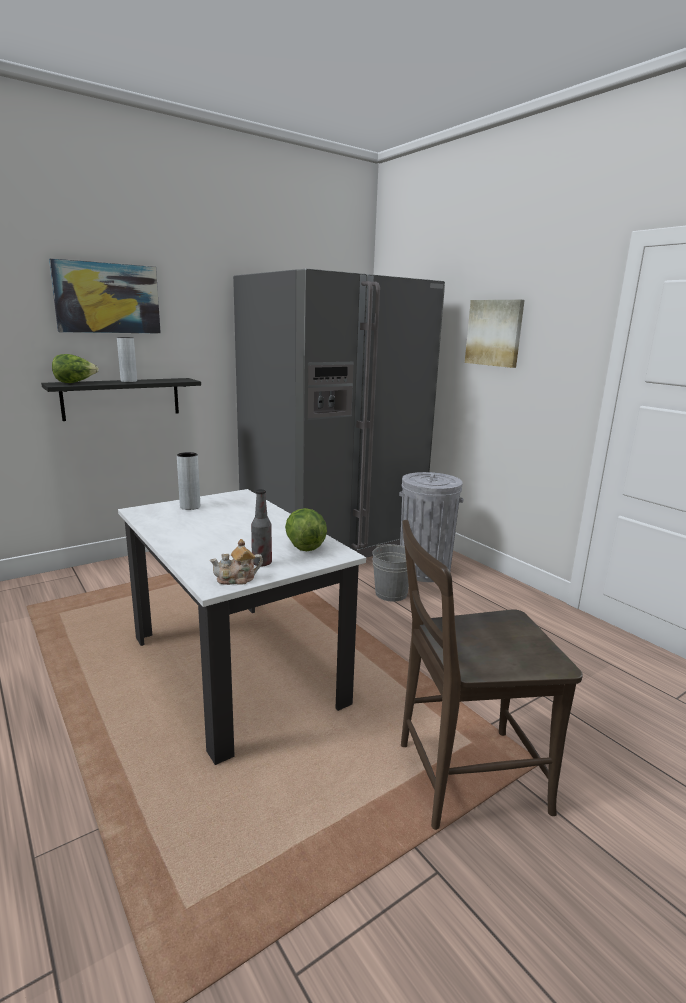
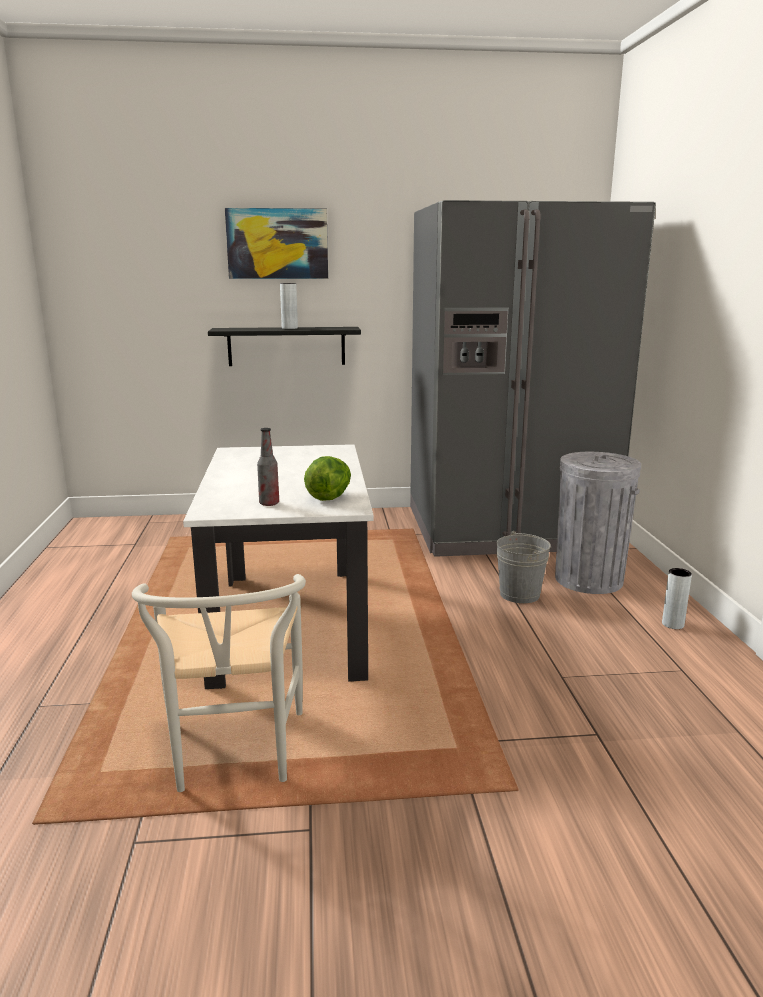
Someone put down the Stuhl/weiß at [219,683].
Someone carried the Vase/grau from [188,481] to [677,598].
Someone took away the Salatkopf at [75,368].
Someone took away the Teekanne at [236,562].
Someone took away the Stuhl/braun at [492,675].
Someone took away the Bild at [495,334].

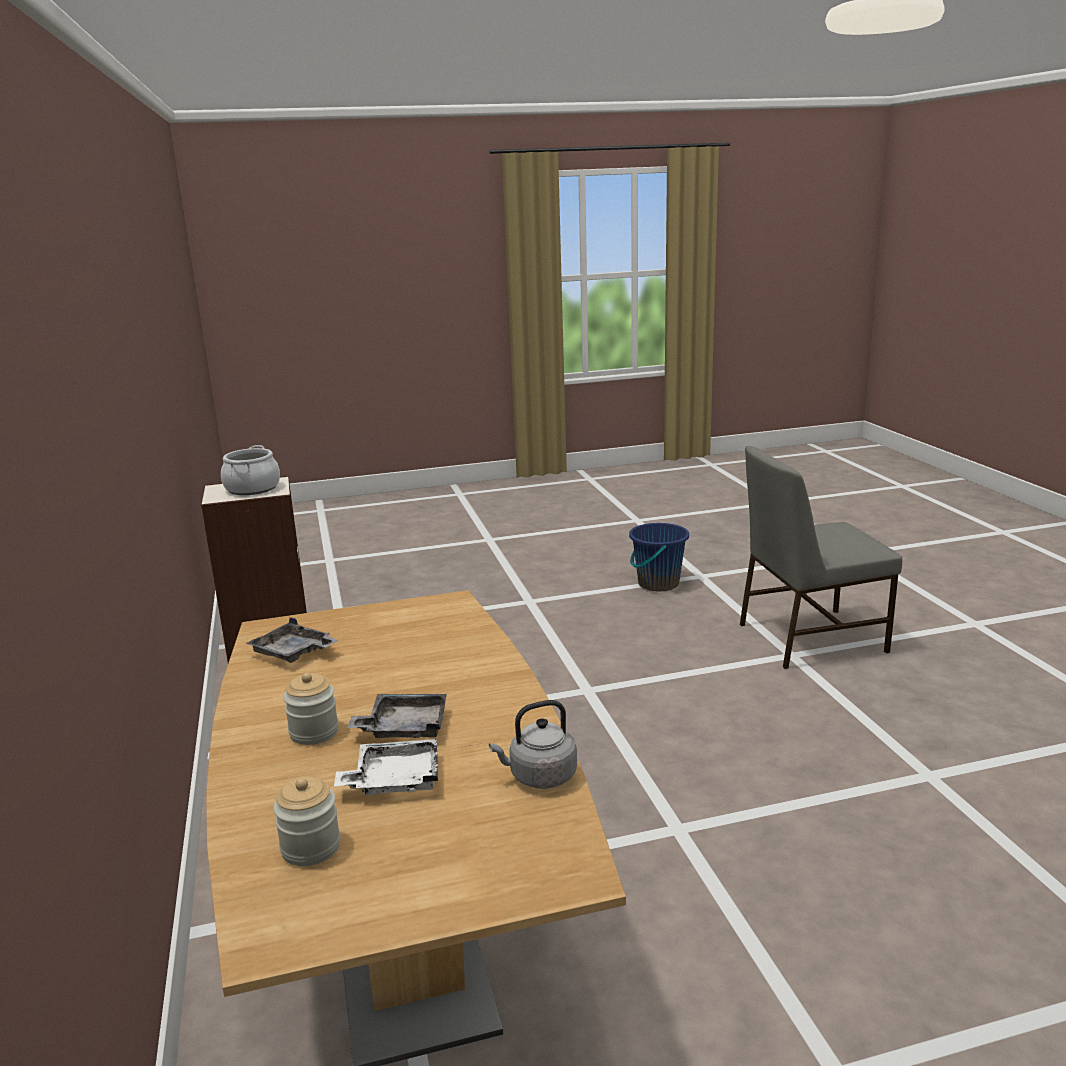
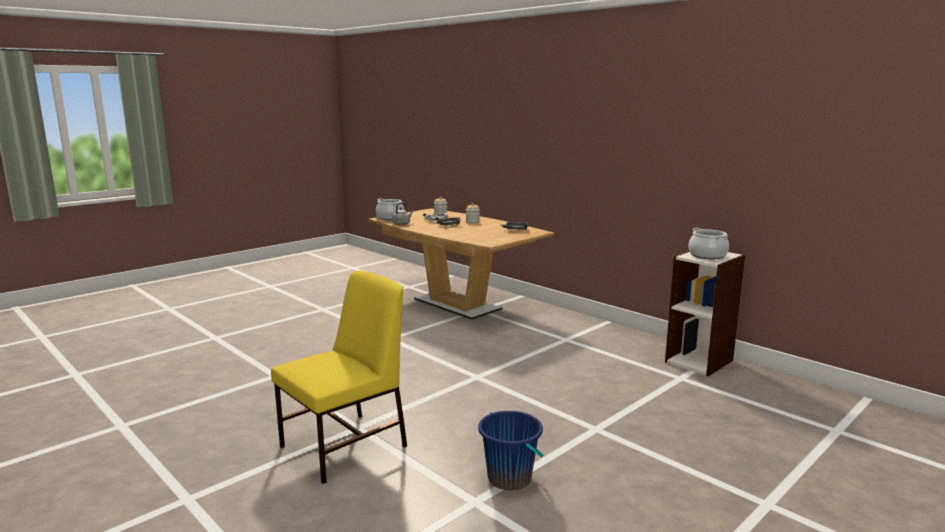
Someone repainted the Stuhl/grau at [821,557], which became the Stuhl/gelb at [339,377].
Someone put down the Kochtopf at [390,209].

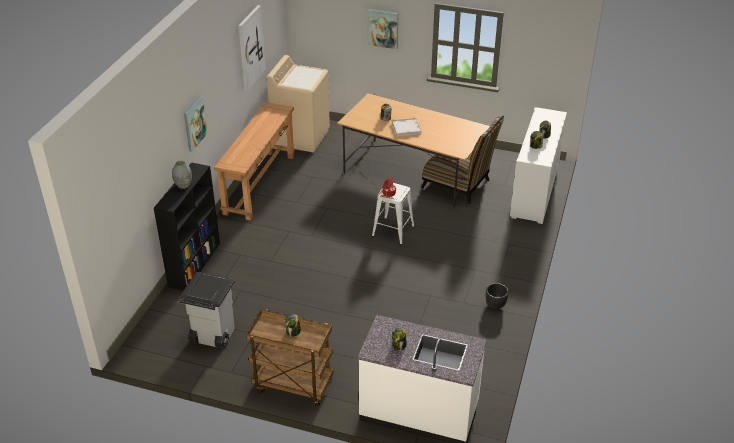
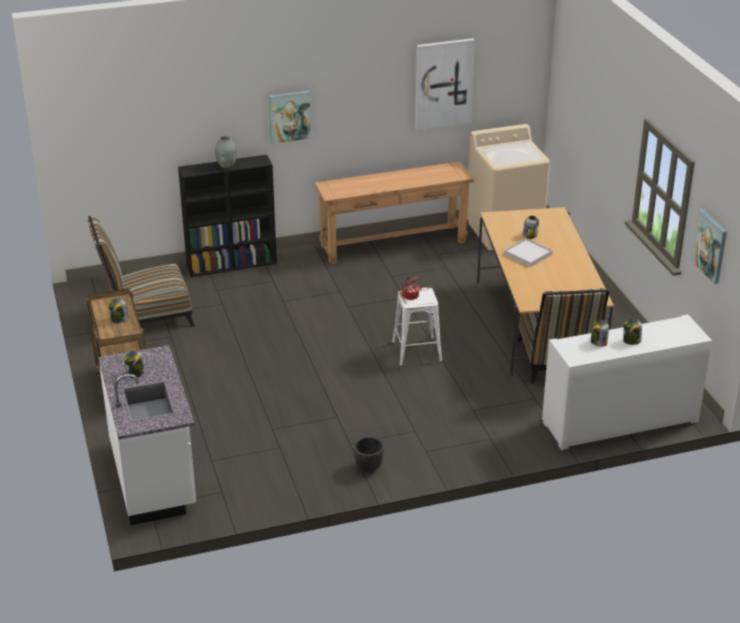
Someone swapped the Mülleimer/grau at [207,310] for the Stuhl at [141,271].
Someone carried the Bild from [383,29] to [709,246].

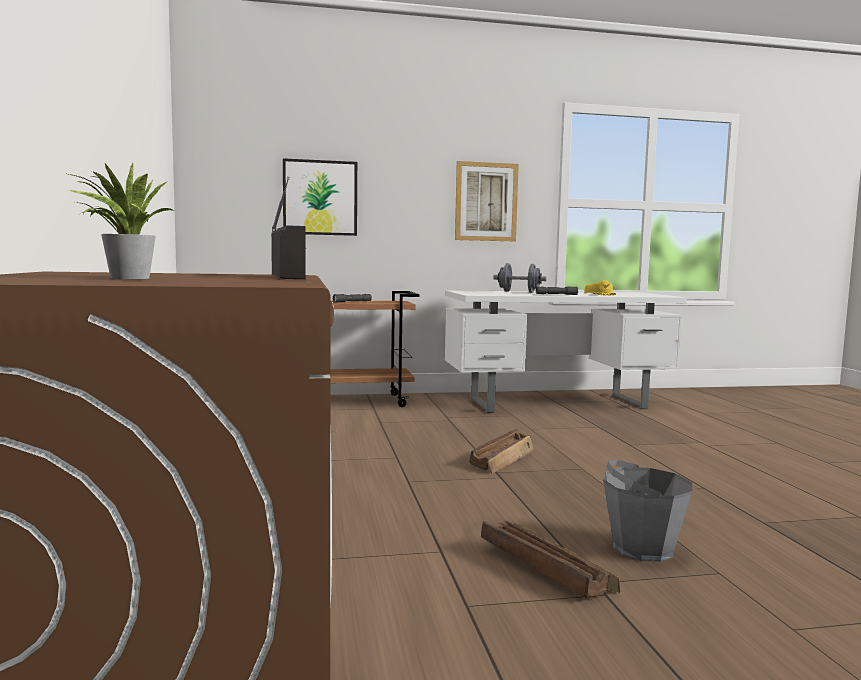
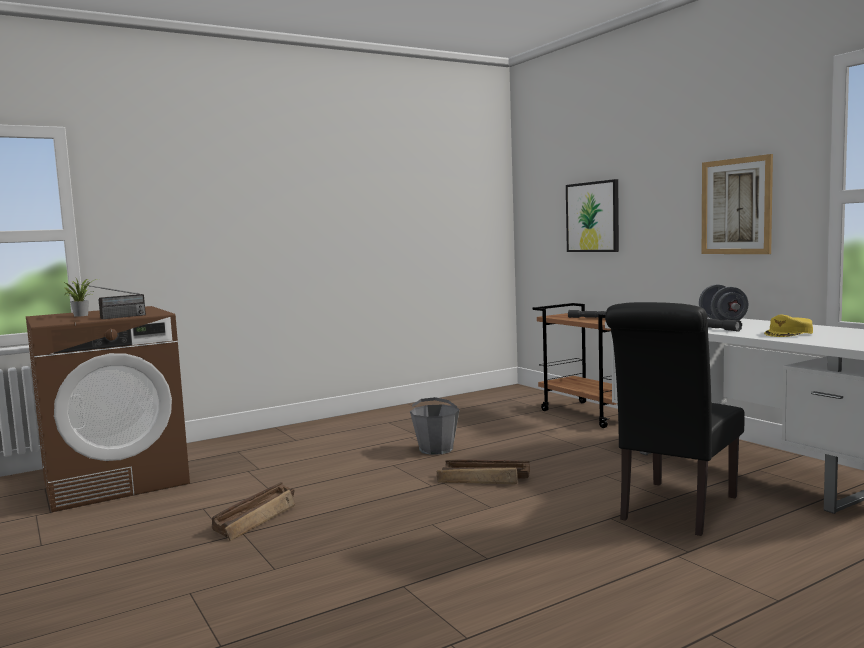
Someone carried the Eimer/grau from [647,511] to [435,426].
Someone put down the Stuhl/schwarz at [675,419].

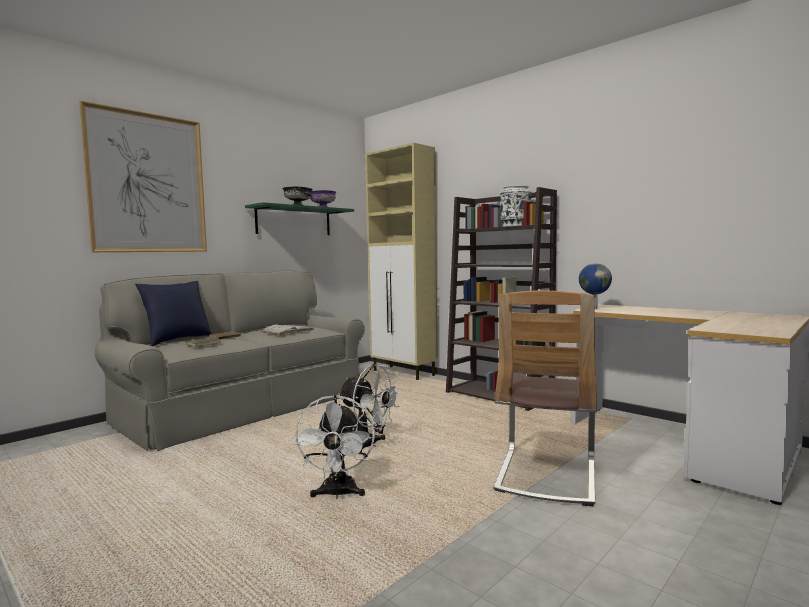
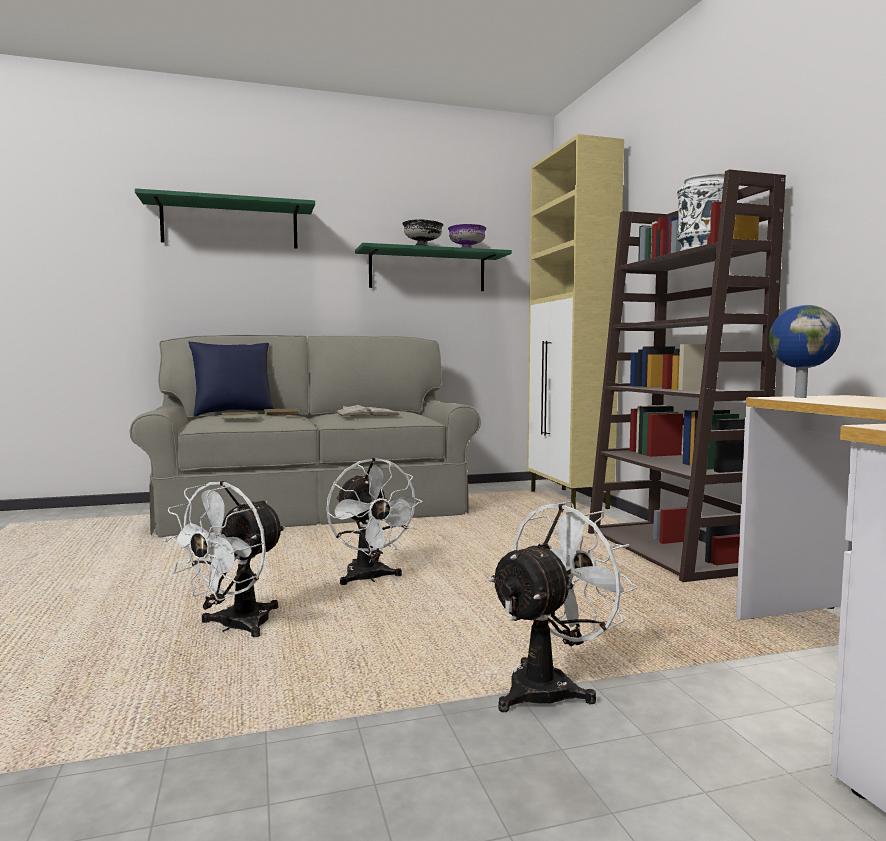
Someone swapped the Bild at [143,176] for the Wandregal/grün at [225,218].
Someone swapped the Stuhl at [545,398] for the Ventilator/weiß at [563,606].

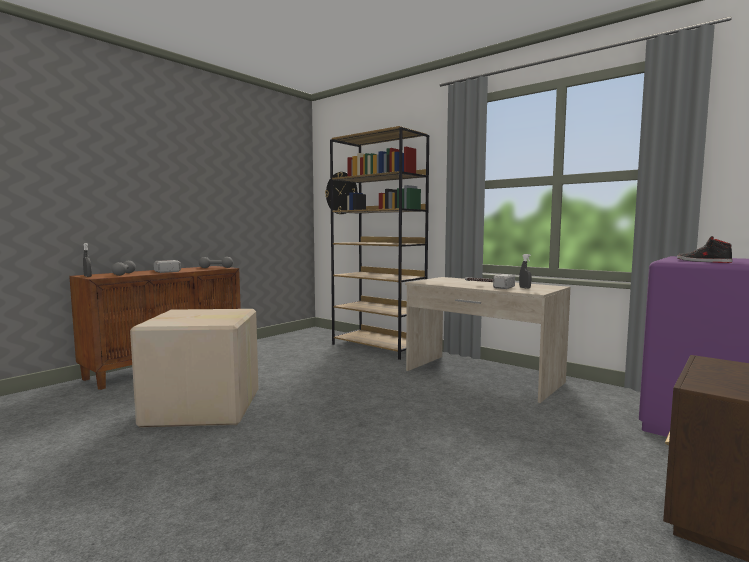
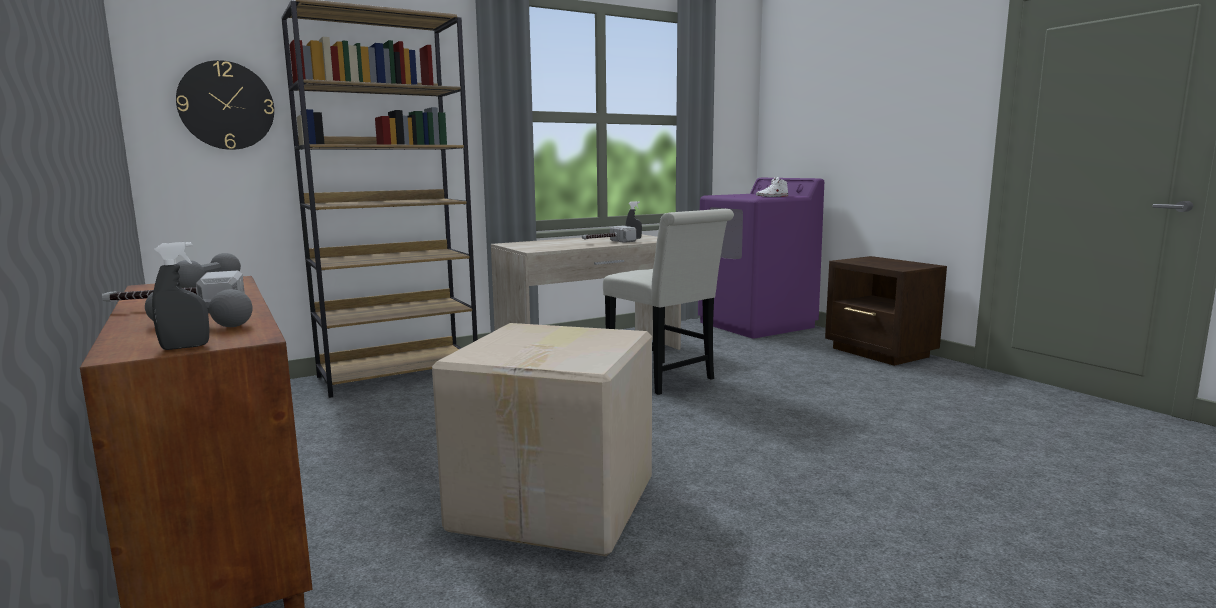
Someone put down the Stuhl/weiß at [668,302].
Someone repainted the Schuh/schwarz at [705,249], which became the Schuh/weiß at [772,187].

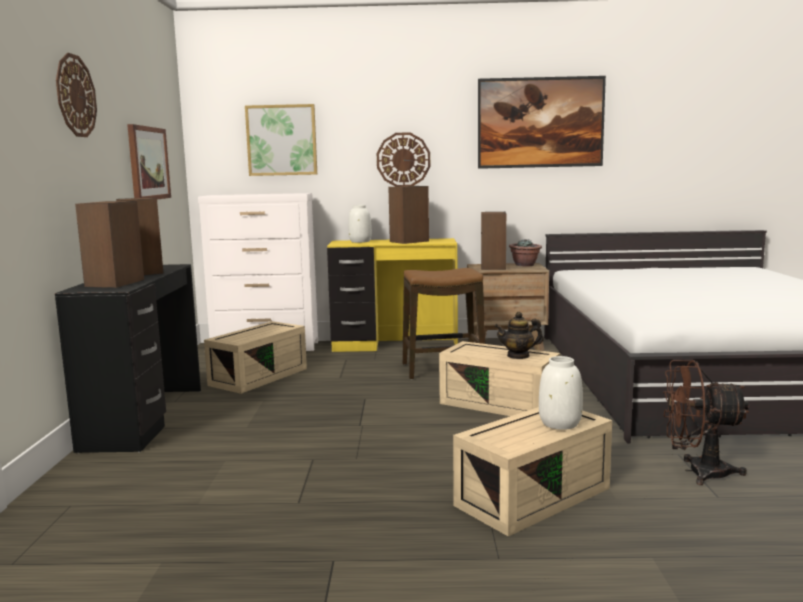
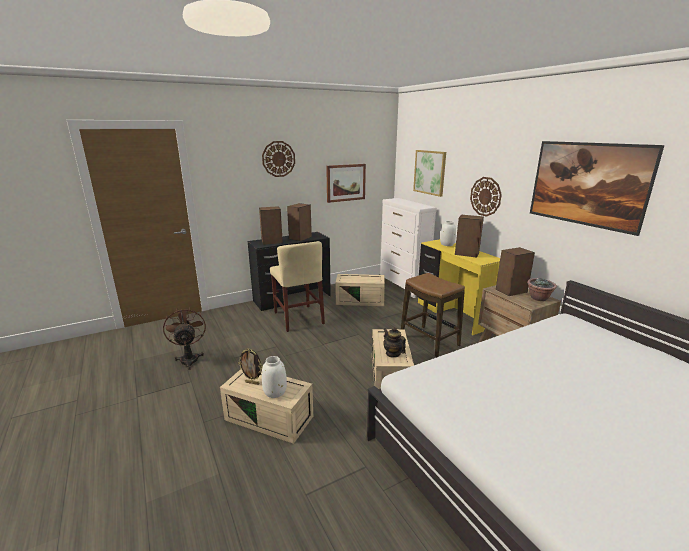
Someone carried the Ventilator/braun from [706,422] to [184,338].
Someone put down the Bilderrahmen at [250,366].
Someone put down the Stuhl/beige at [297,286].

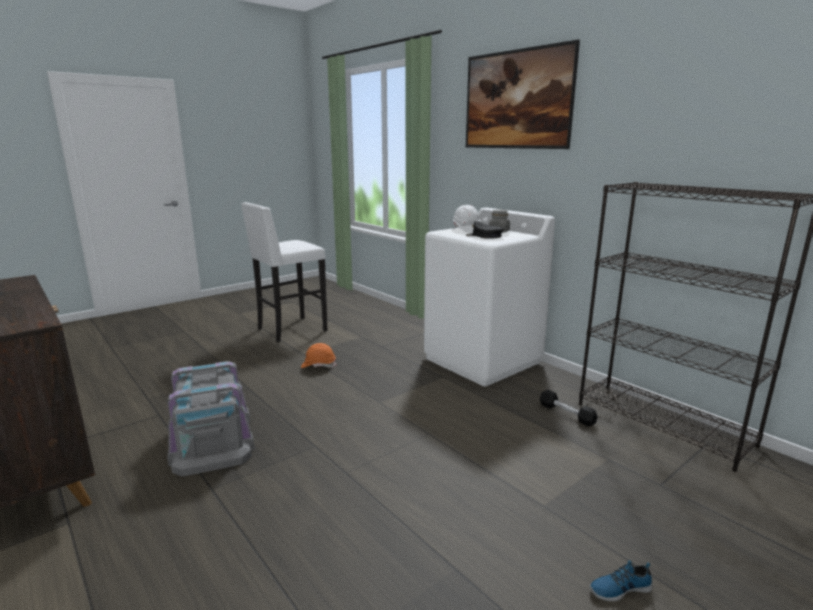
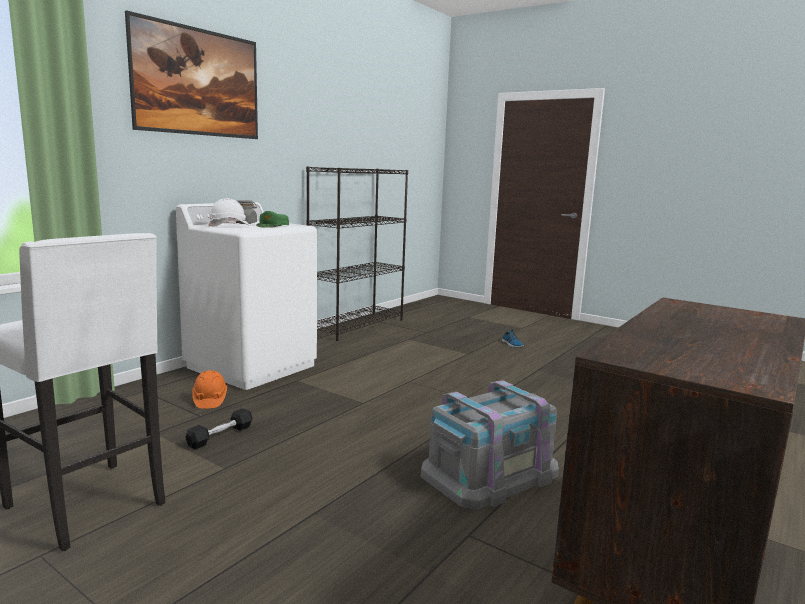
Someone carried the Hantel/schwarz from [569,408] to [219,429].
Someone carried the Schutzhelm/orange from [319,355] to [209,389].
Someone repainted the Kappe/schwarz at [484,230], which became the Kappe/grün at [272,219].

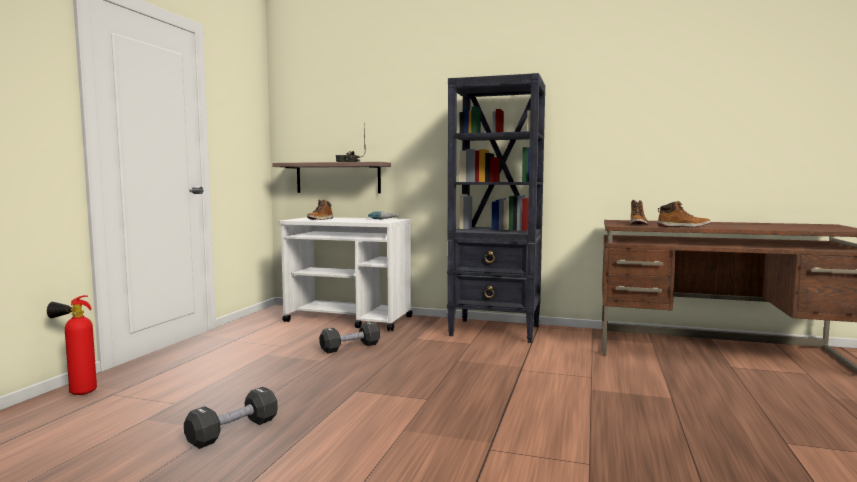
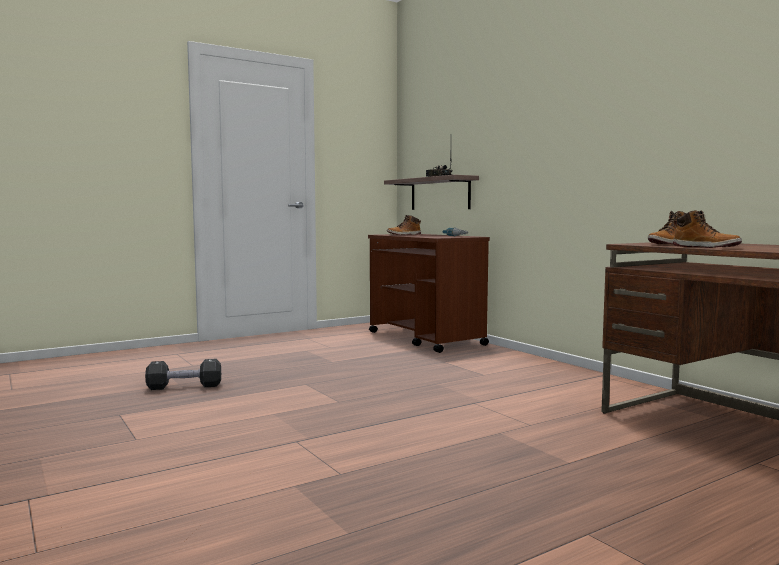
Someone repainted the Rollwagen/weiß at [345,274], which became the Rollwagen/braun at [429,293].
Someone took away the Feuerlöscher at [72,345].
Someone took away the Hantel/schwarz at [349,337].
Someone took away the Bücherregal/schwarz at [496,208].

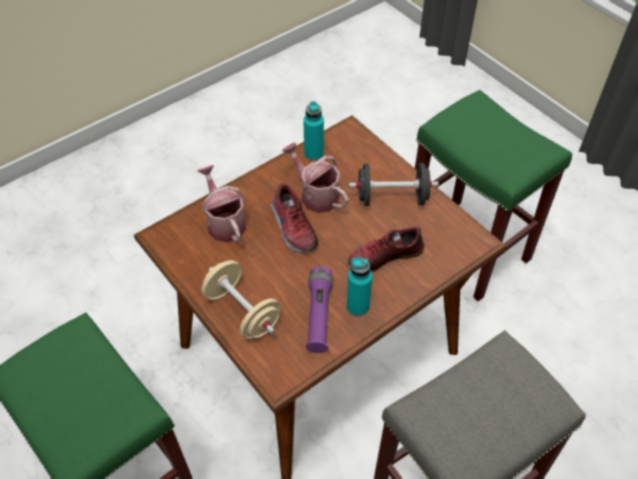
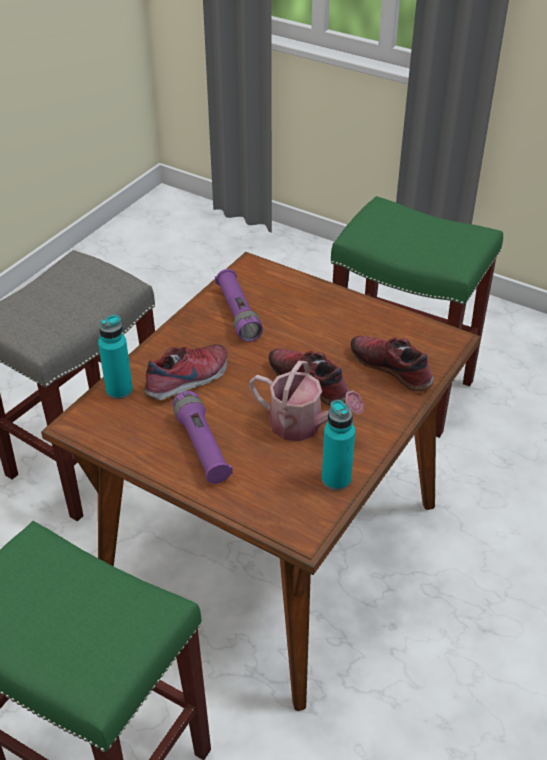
Someone carried the Flasche/türkis from [360,286] to [115,357].
Someone swapped the Hantel/schwarz at [394,184] for the Taschenlampe/lila at [202,437].
Someone swapped the Gießkanne at [222,204] for the Schuh at [392,364].
Someone took away the Hantel/beige at [241,300].

